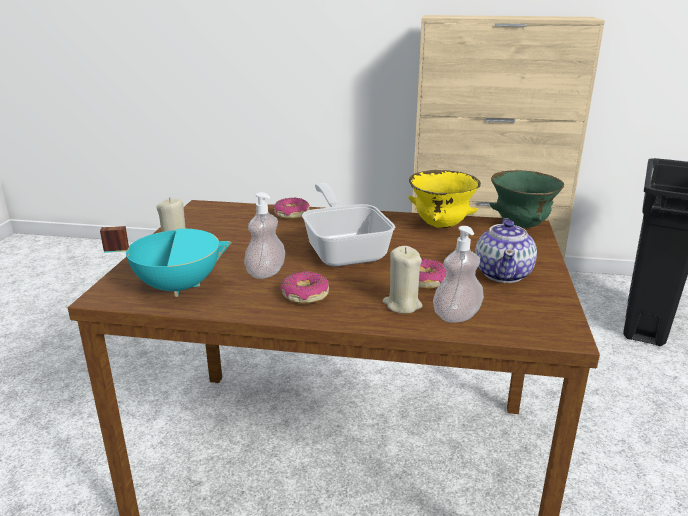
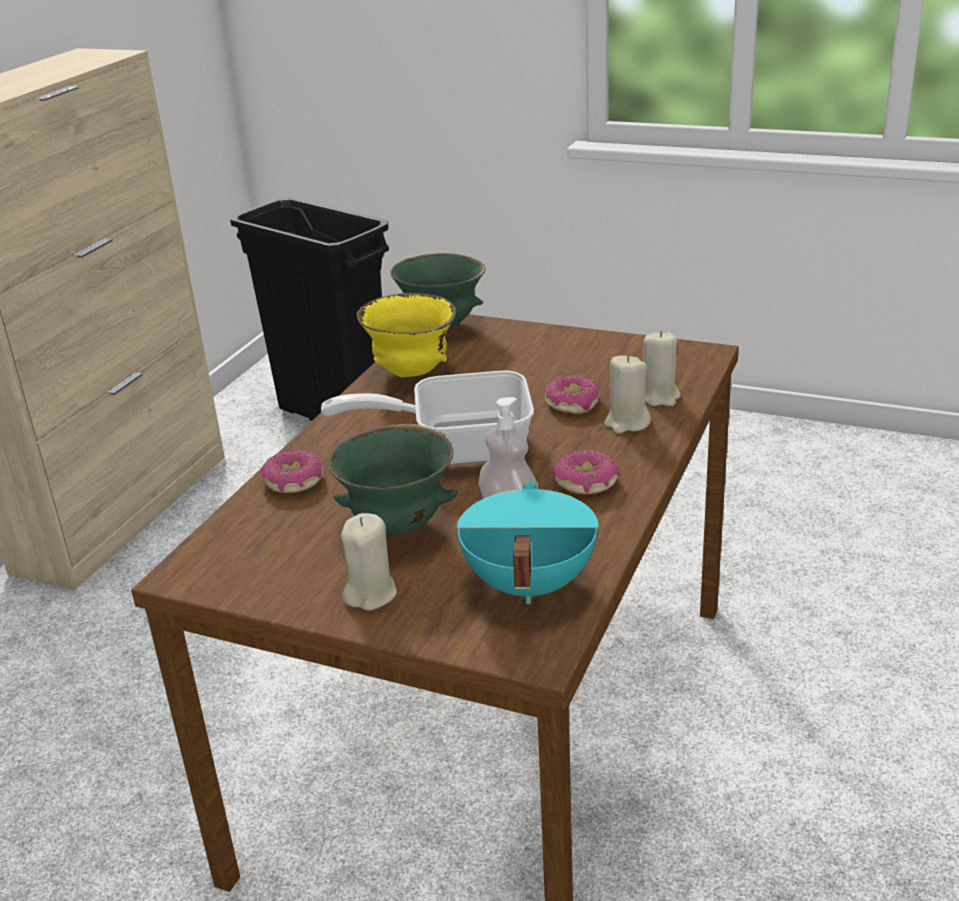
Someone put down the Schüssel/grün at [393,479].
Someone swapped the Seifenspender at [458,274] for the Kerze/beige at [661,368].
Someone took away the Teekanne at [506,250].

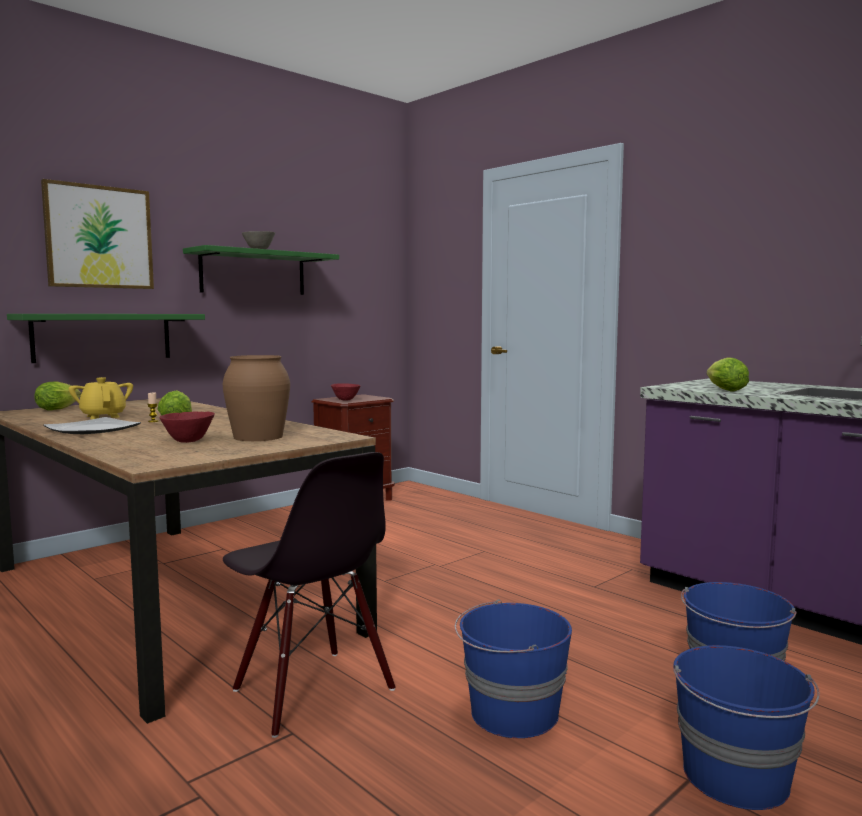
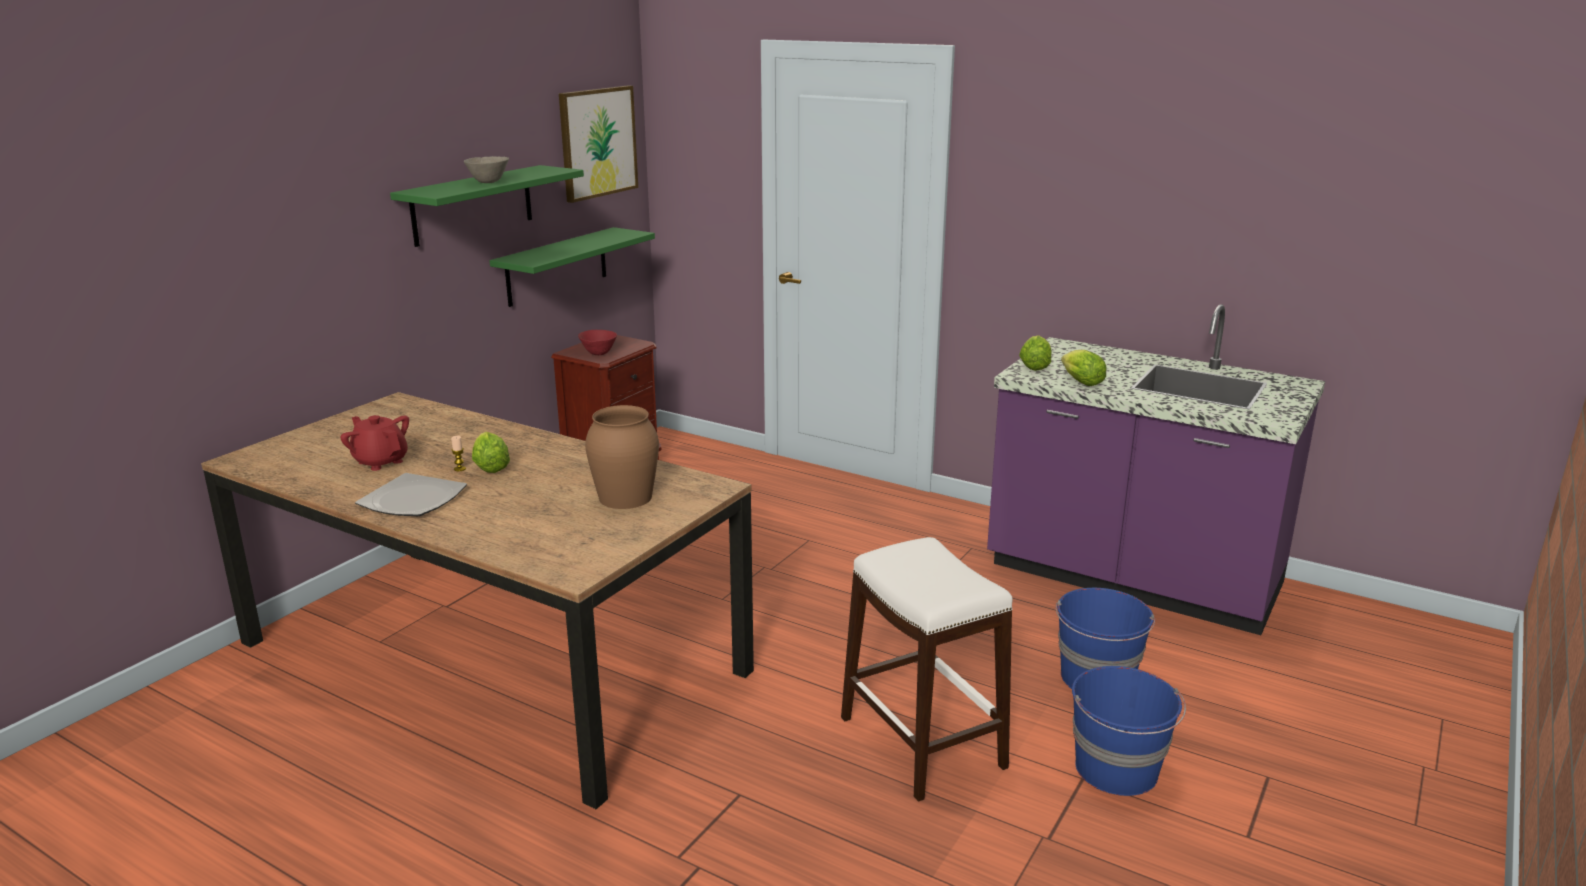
Someone repainted the Teekanne/gelb at [101,398], which became the Teekanne/rot at [374,443].
Someone carried the Wandregal/grün from [106,338] to [572,267].
Someone carried the Bild from [97,234] to [598,144].
Someone swapped the Eimer/blau at [513,669] for the Hocker/weiß at [927,669].
Someone carried the Salatkopf from [57,395] to [1035,353].
Someone took away the Schüssel/rot at [187,427].
Someone took away the Stuhl/schwarz at [309,595].

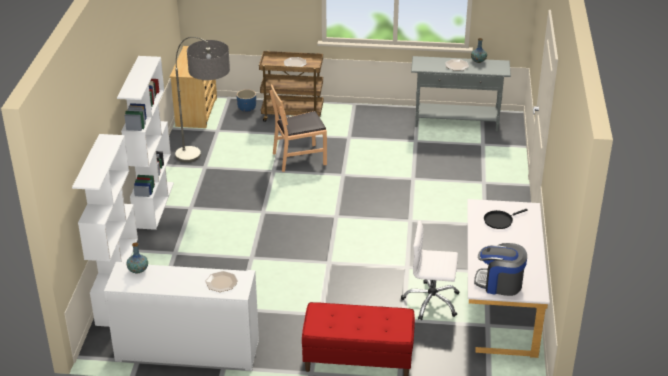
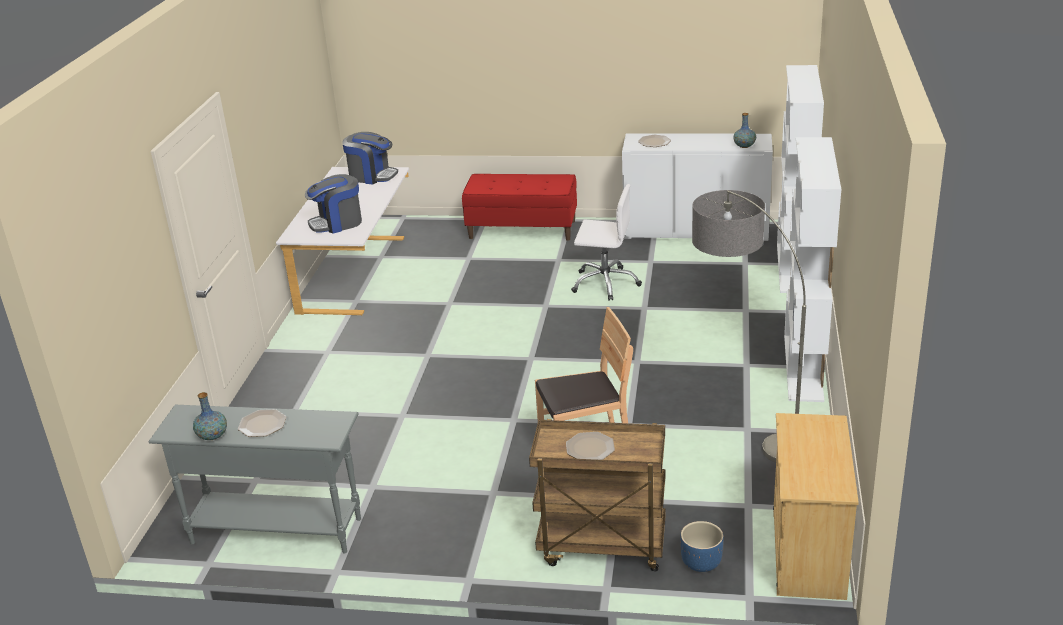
Someone swapped the Pfanne/schwarz at [506,219] for the Kaffeemaschine at [333,204].
Someone carried the Bürostuhl/weiß from [430,270] to [606,242].

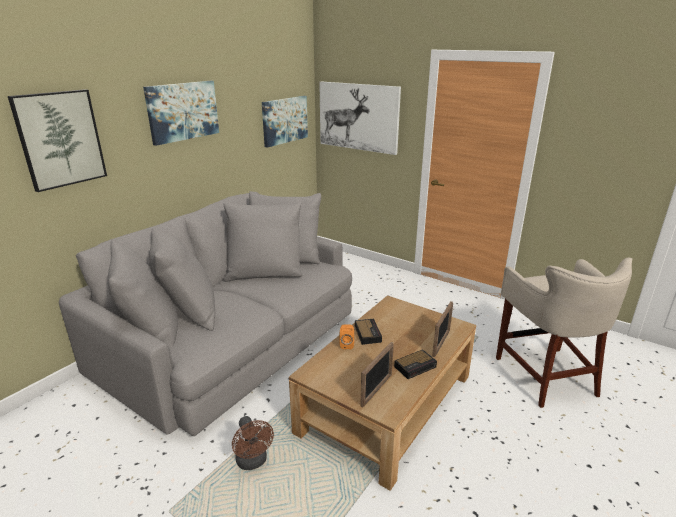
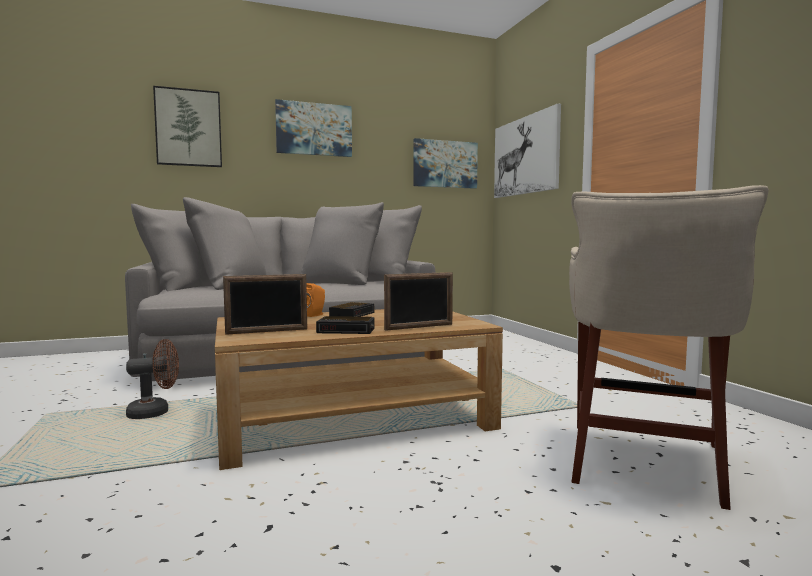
Someone rotated the Ventilator/braun at [253,443] by 120 degrees counterclockwise.

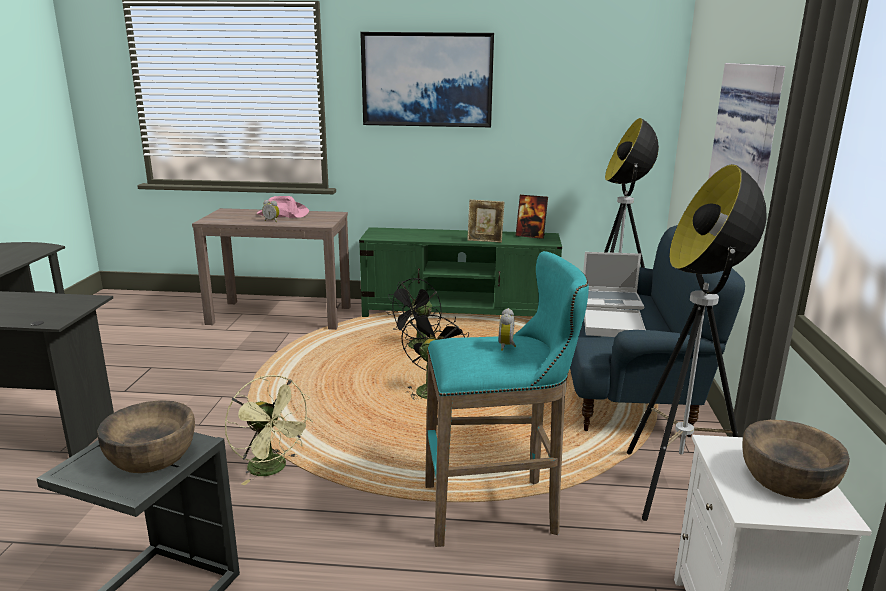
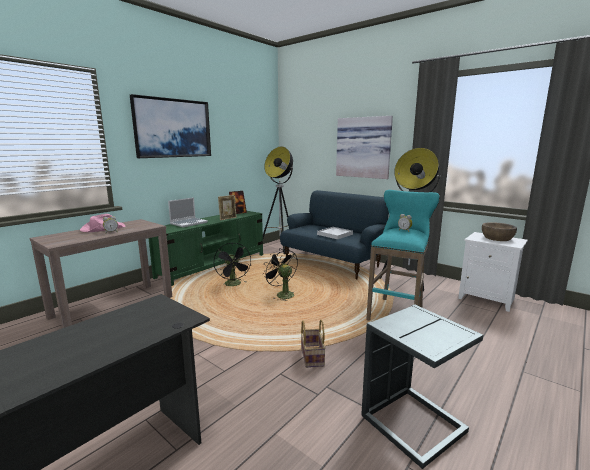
Someone carried the Laptop from [613,281] to [188,212].
Someone swapped the Ventilator/grün at [269,430] for the Korb at [313,343].
Someone took away the Schüssel/braun at [146,436].

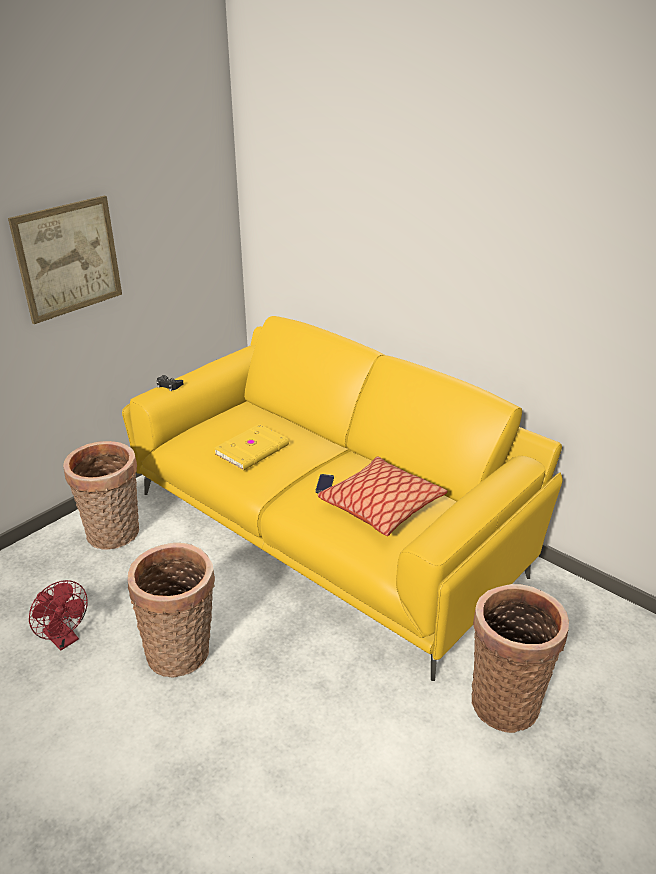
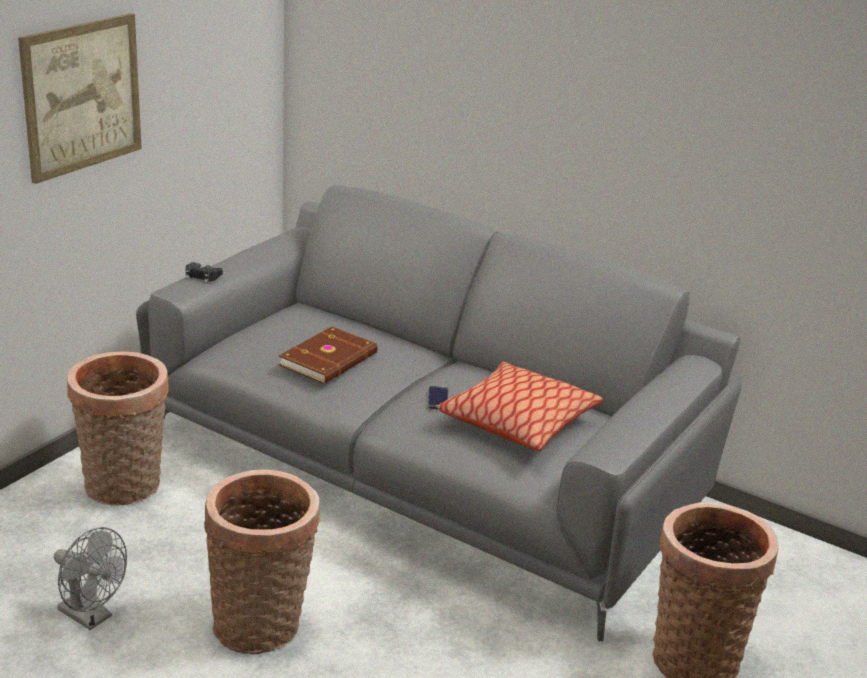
Someone repainted the Ventilator/rot at [58,615], which became the Ventilator/grau at [90,578].
Someone repainted the Sofa/gelb at [342,498], which became the Sofa/grau at [439,413].
Someone repainted the Buch/gelb at [251,447], which became the Buch/braun at [328,355].

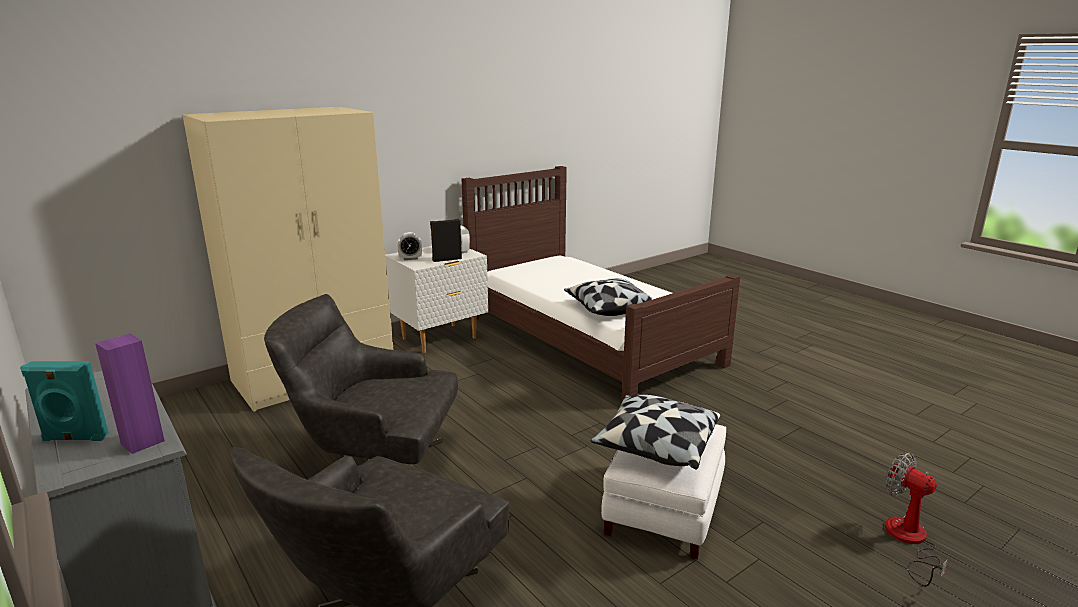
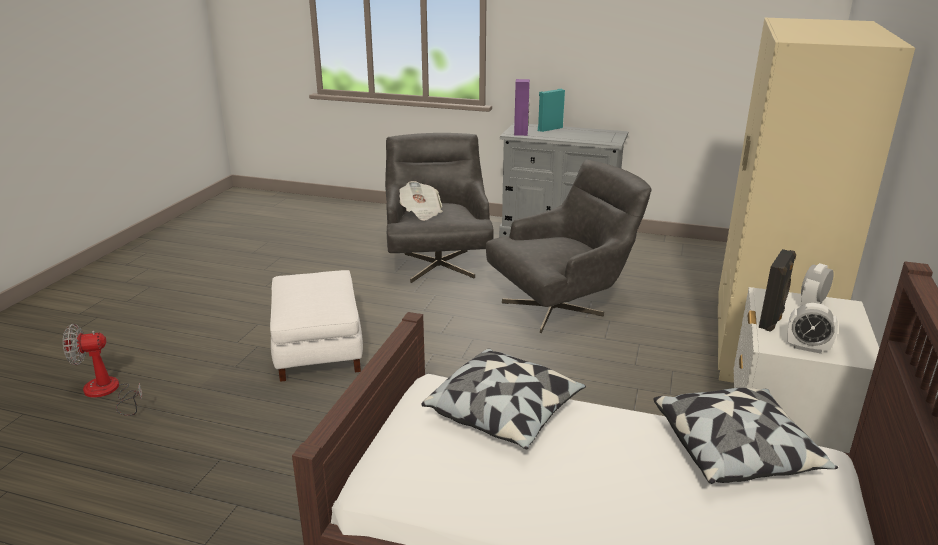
Someone rotated the Ventilator at [916,519] by 150 degrees clockwise.
Someone put down the Zeitung at [421,201].
Someone carried the Kissen from [655,432] to [745,436].

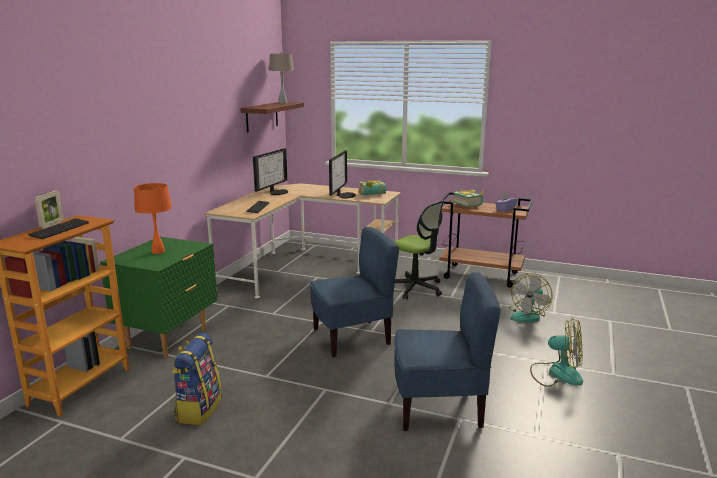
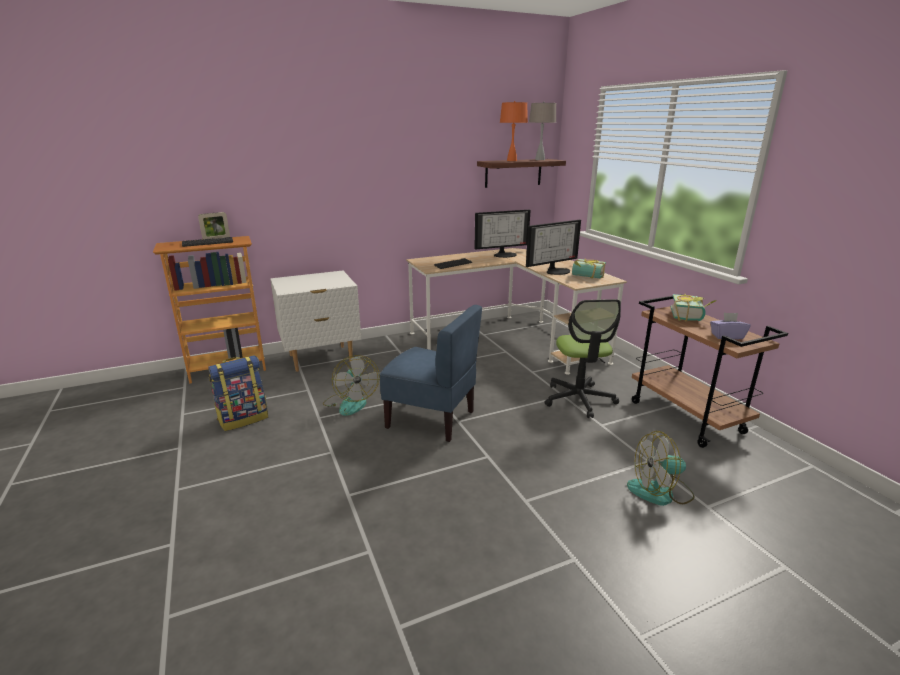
Someone repainted the Nachttisch/grün at [158,297], which became the Nachttisch/weiß at [315,321].
Someone carried the Ventilator from [556,352] to [351,385].
Someone carried the Tischlampe/orange from [153,218] to [514,131].
Someone took away the Stuhl/blau at [447,351].

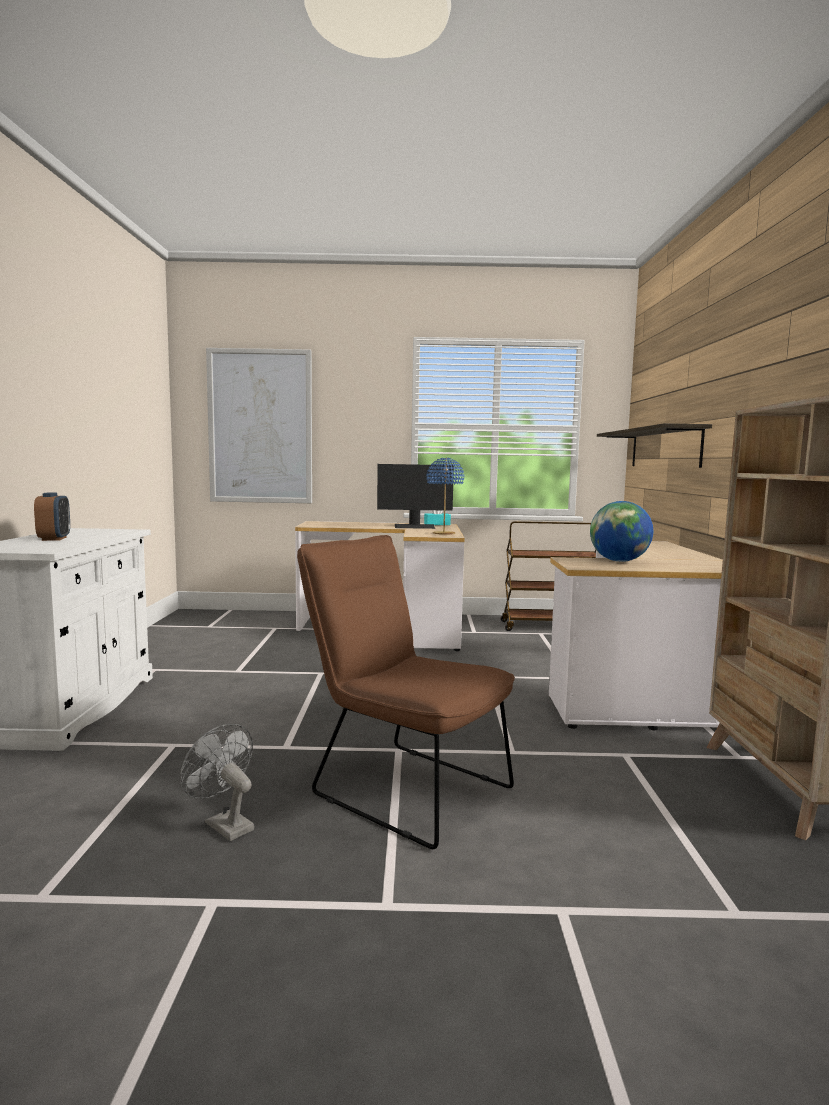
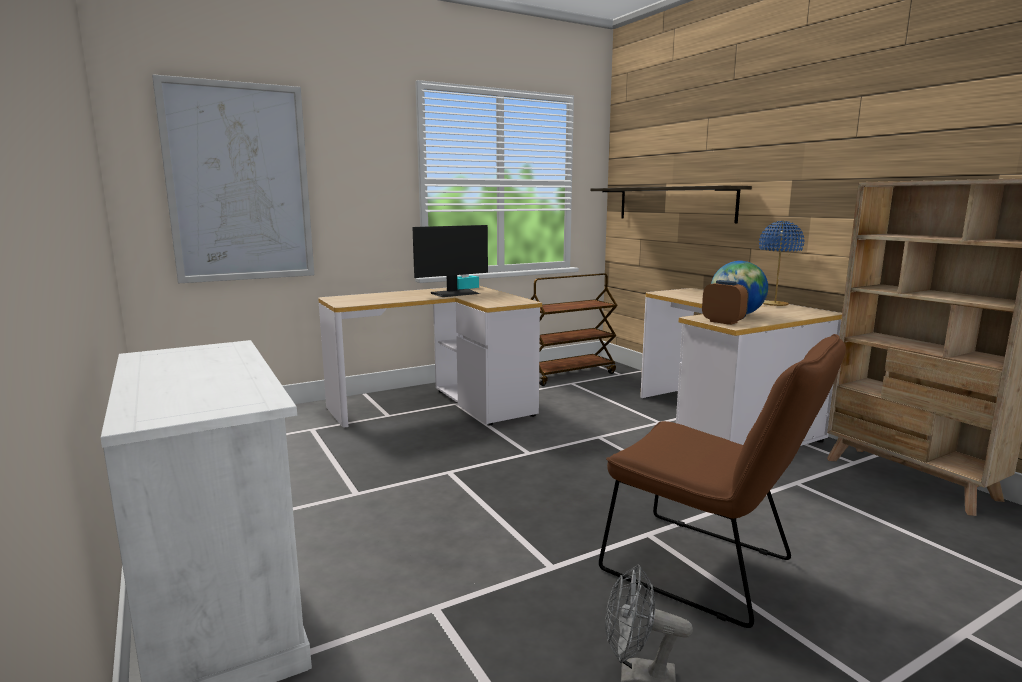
Someone rotated the Stuhl/braun at [406,692] by 150 degrees counterclockwise.
Someone carried the Wecker from [52,516] to [725,302].
Someone carried the Tischlampe/blau from [445,496] to [781,263].

